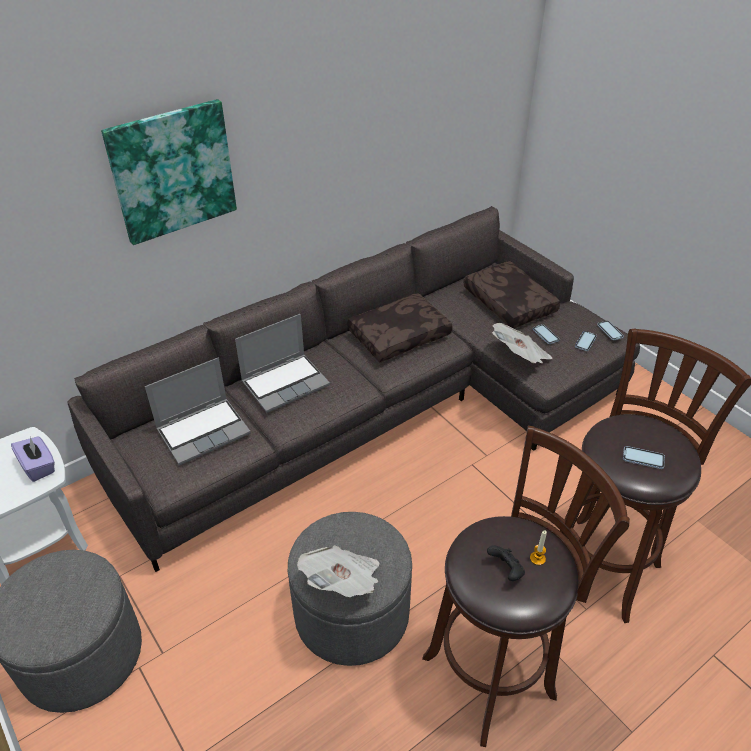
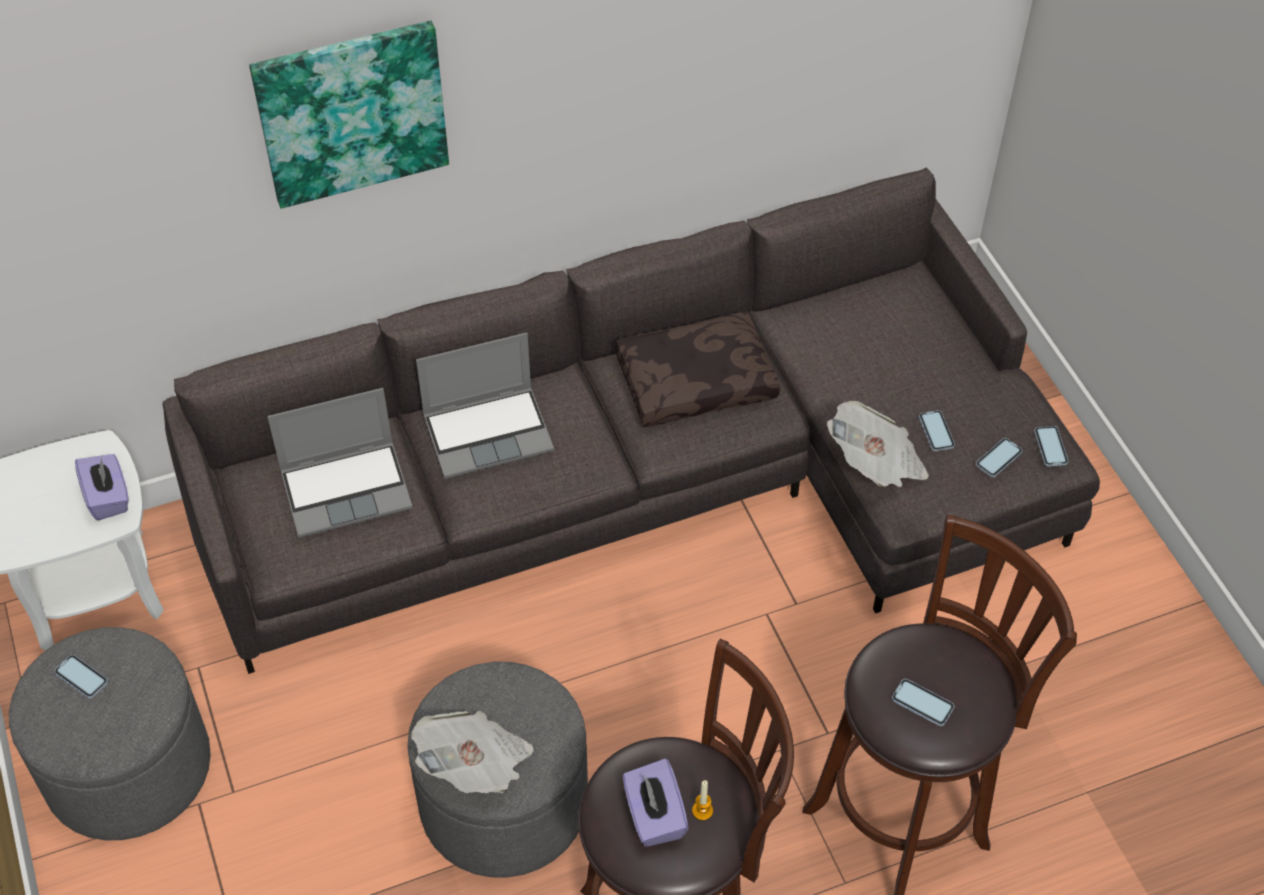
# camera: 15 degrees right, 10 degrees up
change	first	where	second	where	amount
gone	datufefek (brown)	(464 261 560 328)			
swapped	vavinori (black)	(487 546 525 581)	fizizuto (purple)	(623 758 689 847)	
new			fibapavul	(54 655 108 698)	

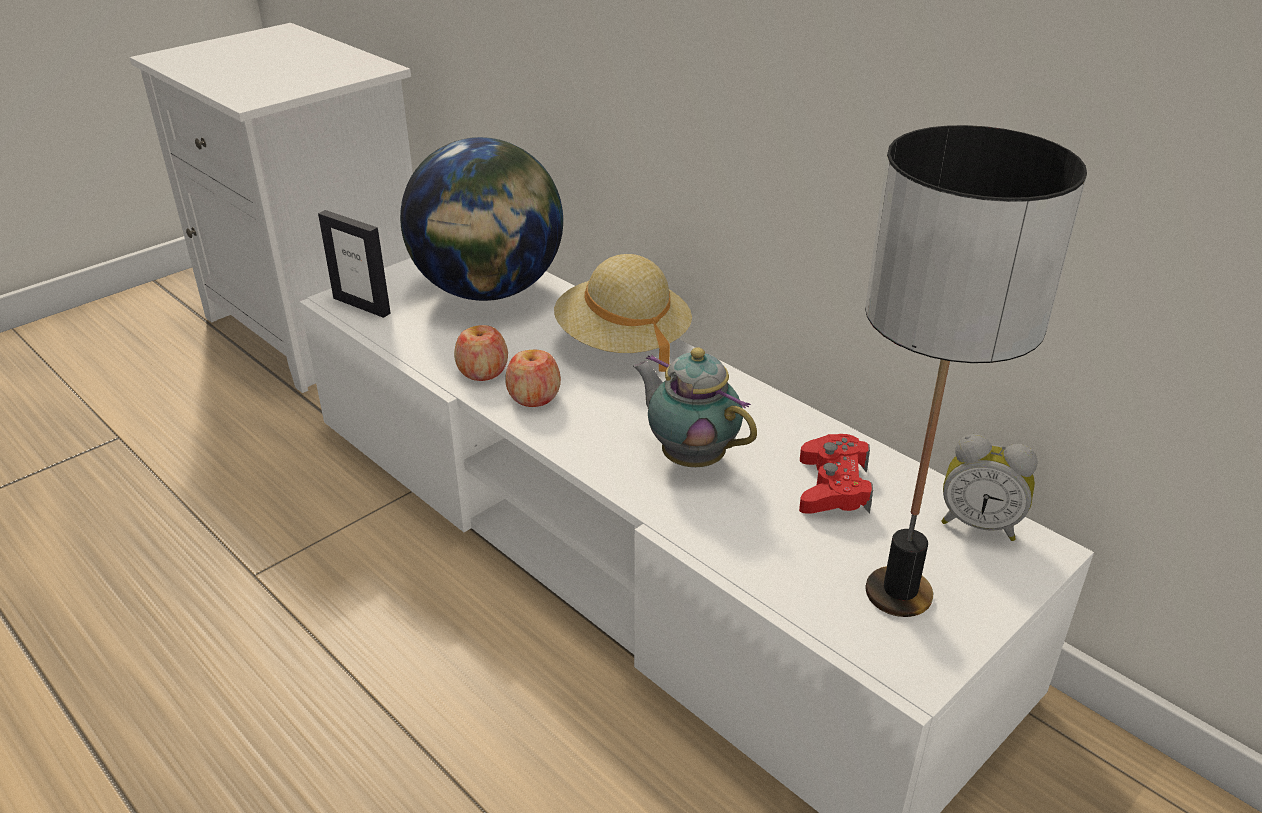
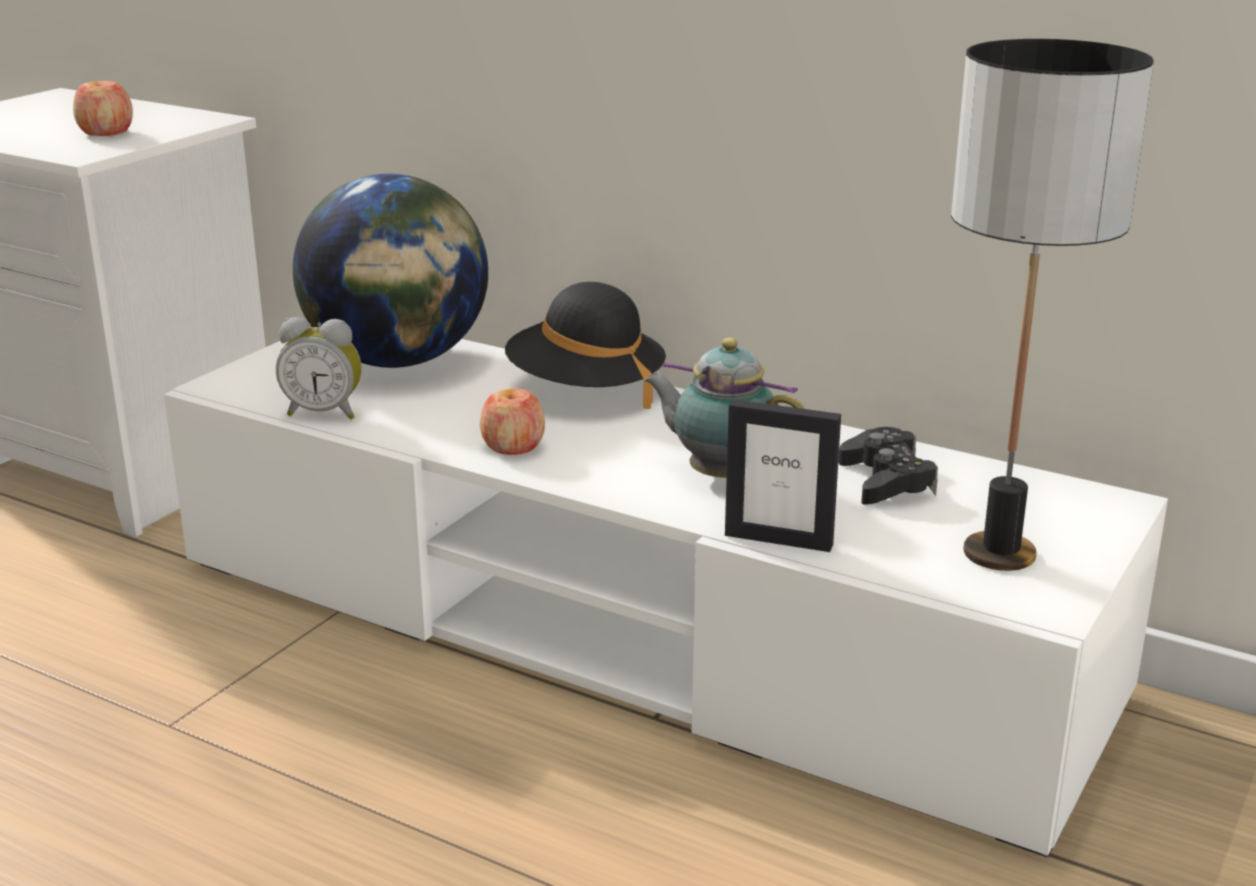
# camera: 15 degrees left, 10 degrees down
change	first	where	second	where	amount
shifted	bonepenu	(318 210 391 318)		(725 399 841 552)	
repainted	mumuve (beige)	(554 254 692 372)	mumuve (black)	(505 282 666 409)	
shifted	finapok	(454 325 508 381)		(73 81 133 136)	
repainted	vavinori (red)	(799 434 873 514)	vavinori (black)	(838 427 938 505)	
shifted	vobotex	(941 434 1038 541)		(276 317 362 419)	

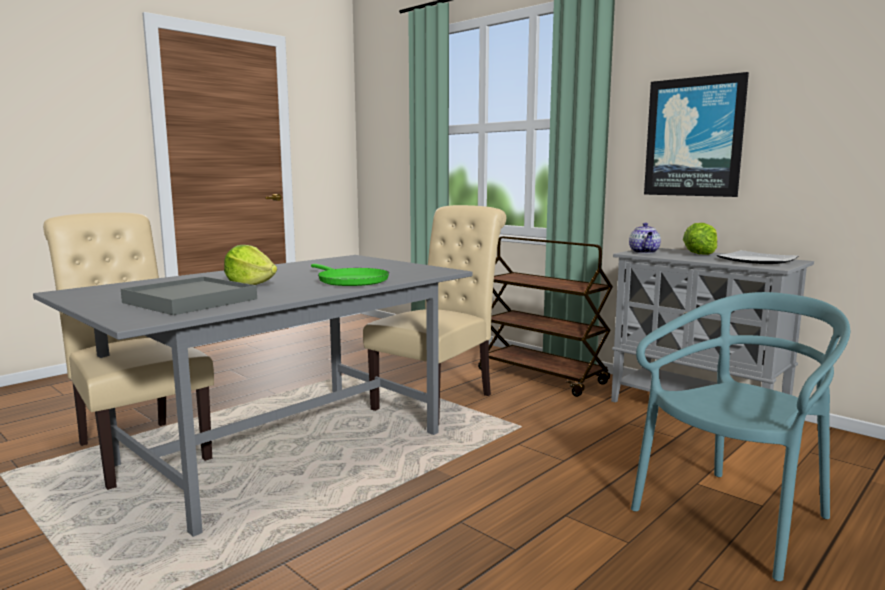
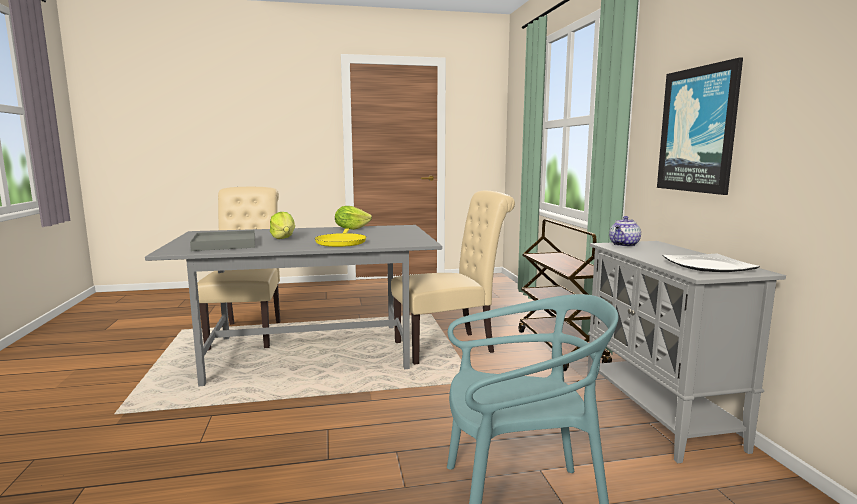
# camera: 35 degrees right, 0 degrees up
change	first	where	second	where	amount
shifted	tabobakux	(683 223 717 255)		(335 206 372 230)	
repainted	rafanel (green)	(311 264 389 286)	rafanel (yellow)	(315 228 366 247)	

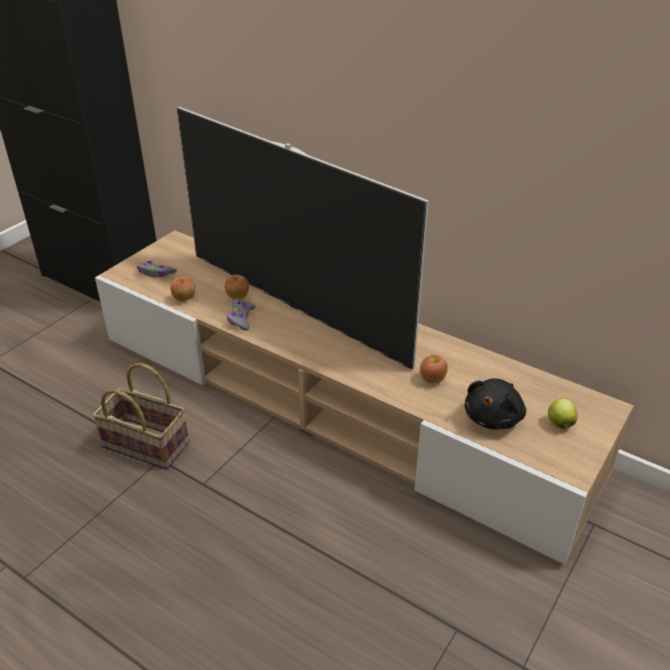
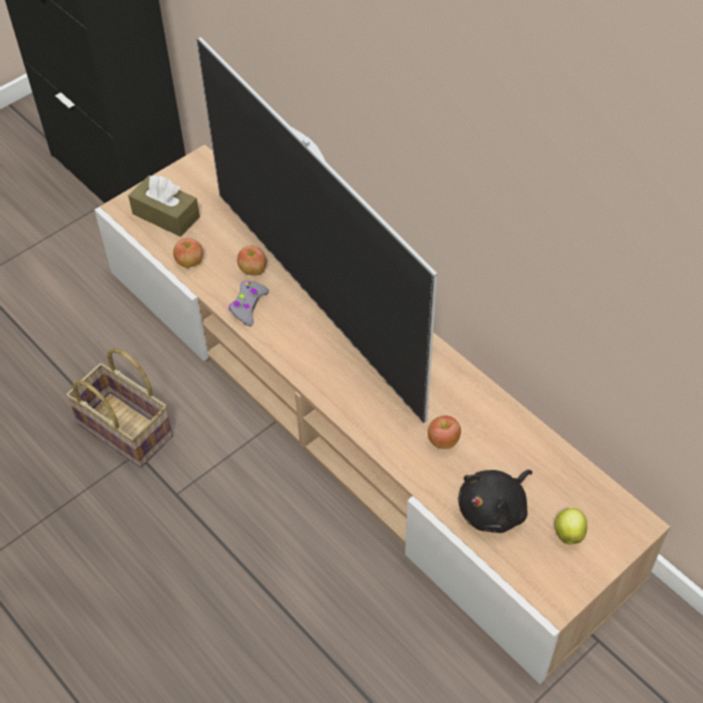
# camera: 15 degrees right, 15 degrees up
change	first	where	second	where	amount
swapped	vavinori (grey)	(137 261 177 278)	fizizuto (brown)	(128 175 200 237)	

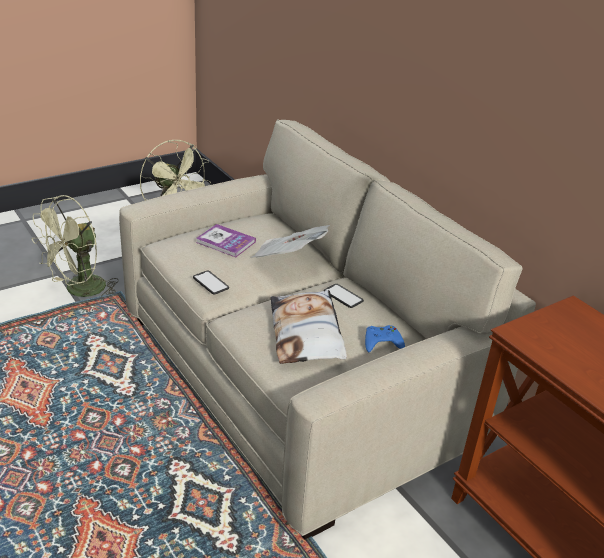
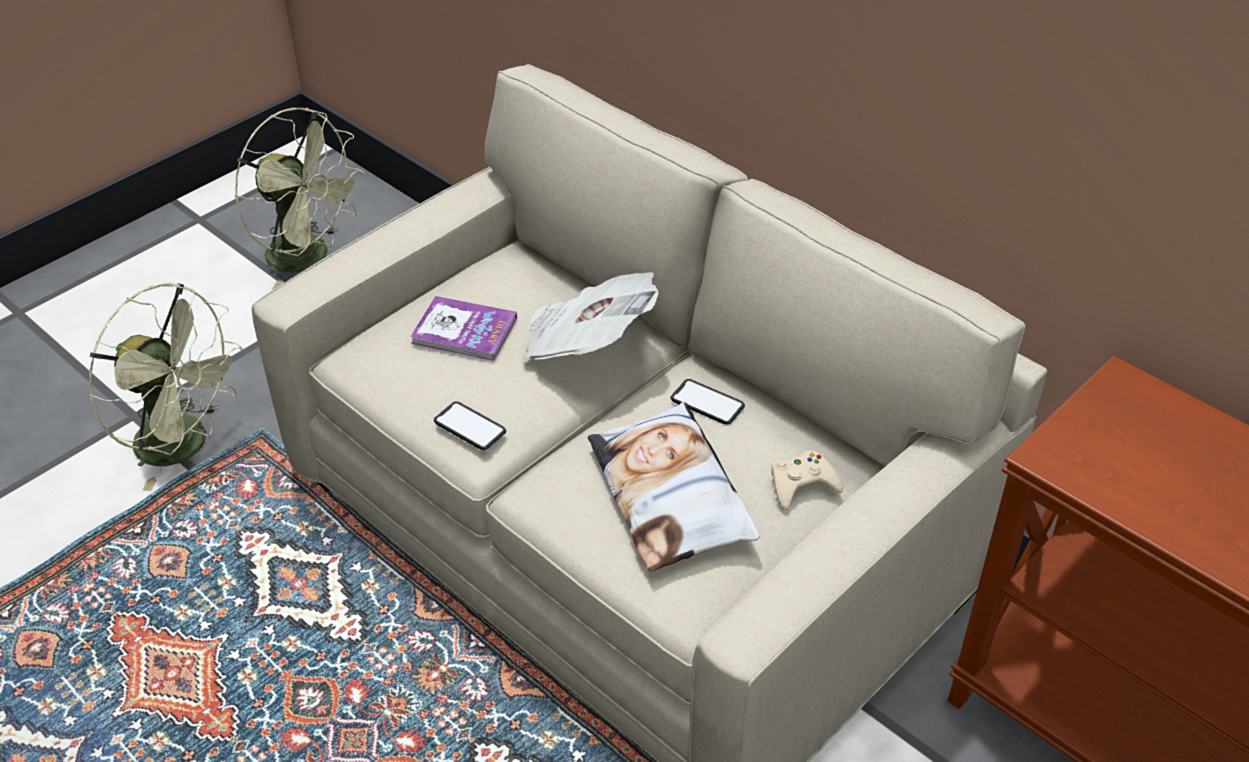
# camera: 10 degrees left, 10 degrees up
change	first	where	second	where	amount
rotated	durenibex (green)	(32 195 118 302)		(89 283 244 491)	90 degrees counterclockwise
repainted	vavinori (blue)	(365 325 405 353)	vavinori (beige)	(771 451 843 510)	

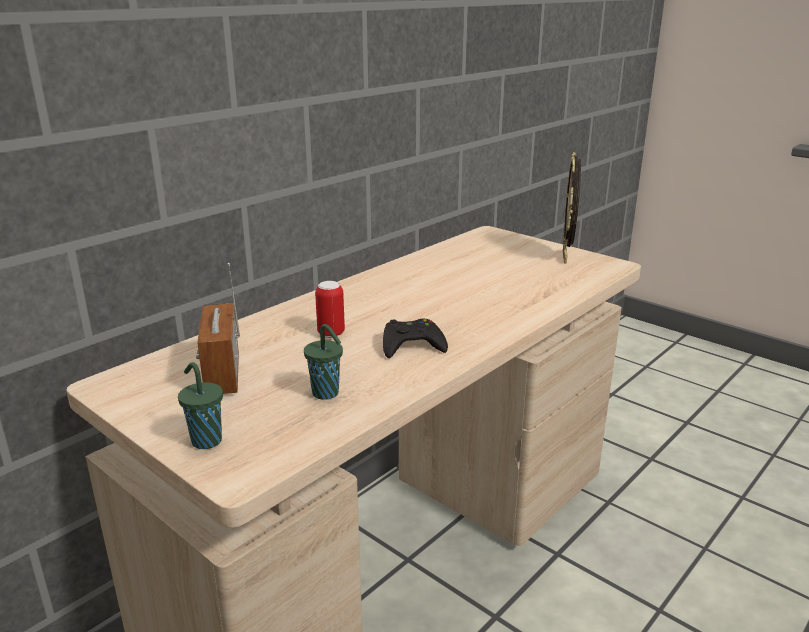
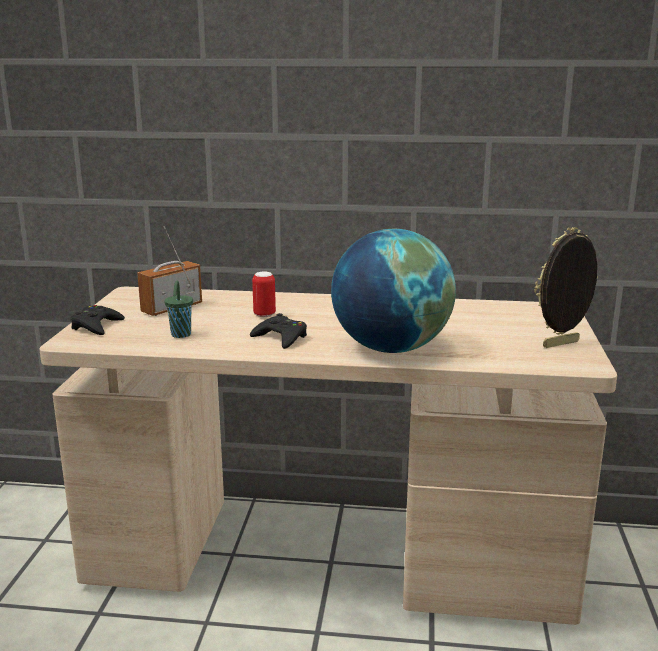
# camera: 55 degrees right, 5 degrees down
change	first	where	second	where	amount
swapped	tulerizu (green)	(178 362 223 449)	vavinori (black)	(70 305 125 335)	
new			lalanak	(331 229 456 353)	

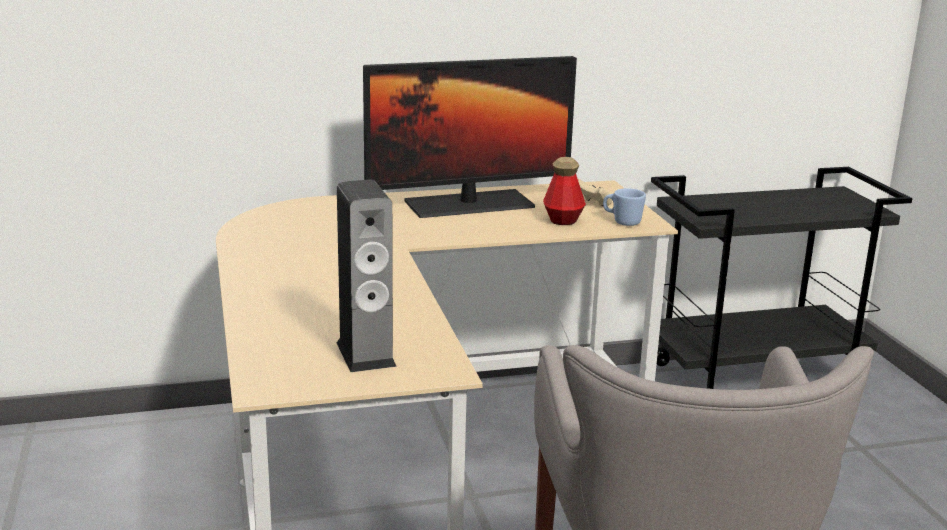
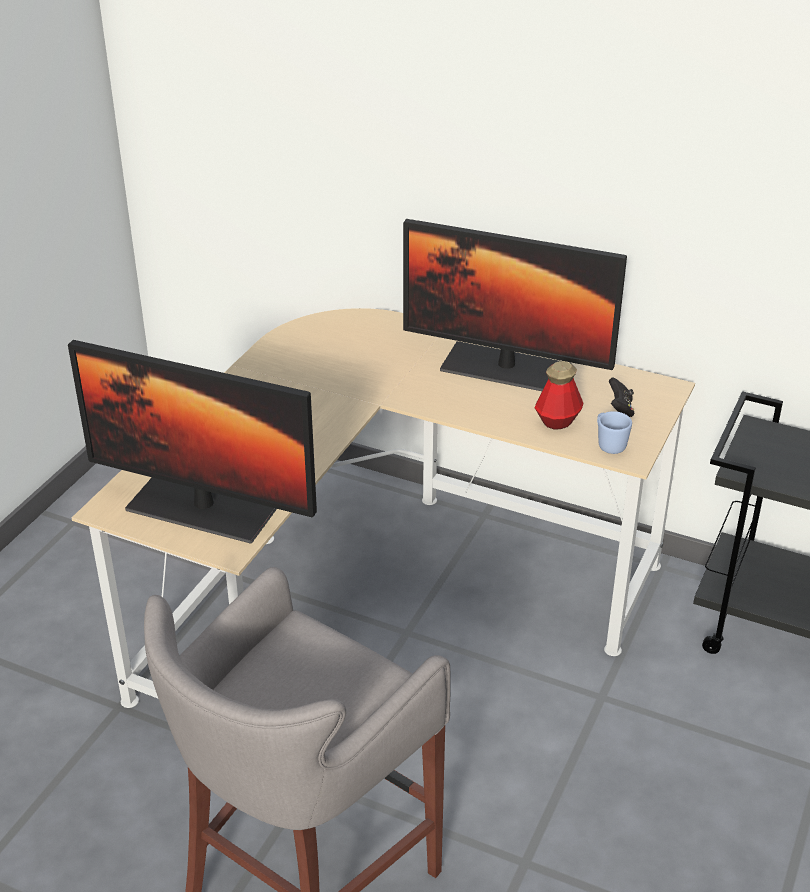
# camera: 40 degrees right, 15 degrees up
change	first	where	second	where	amount
repainted	vavinori (beige)	(577 178 612 207)	vavinori (black)	(609 377 634 417)	
swapped	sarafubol	(337 180 397 372)	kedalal	(68 340 317 544)	

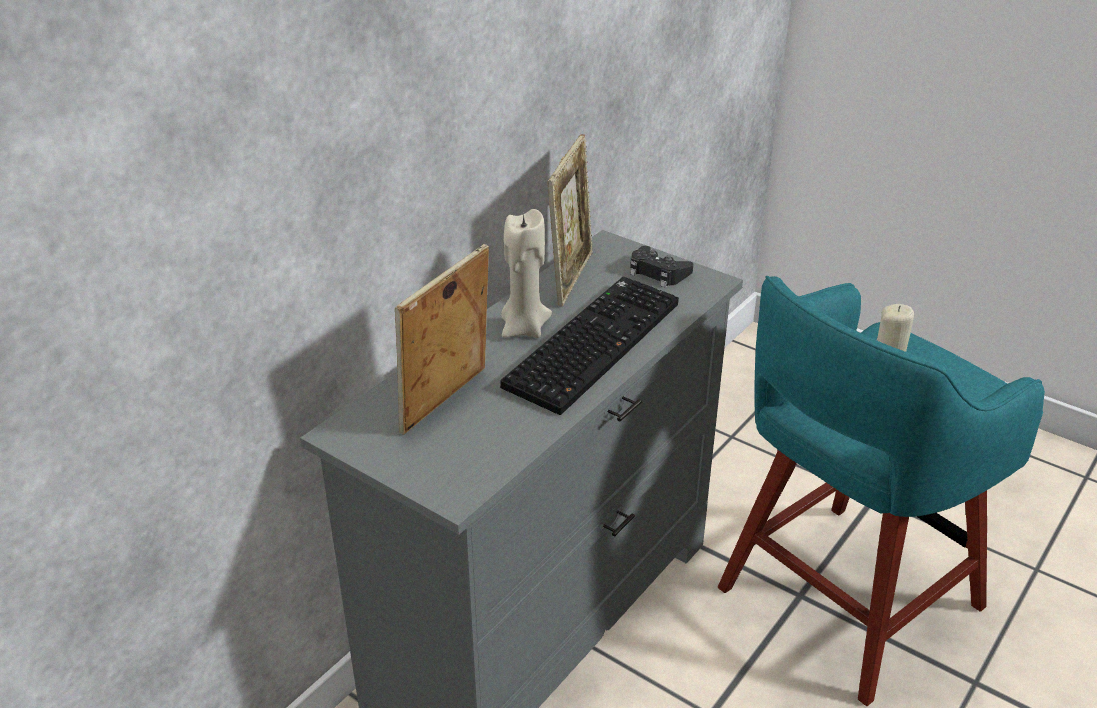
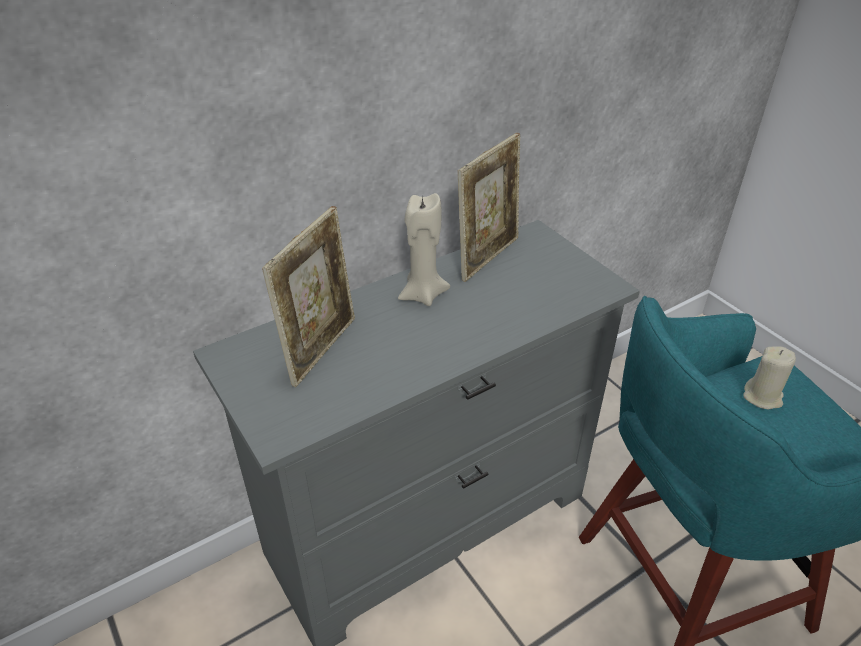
# camera: 20 degrees right, 5 degrees up
change	first	where	second	where	amount
rotated	bonepenu	(395 244 489 435)		(262 206 355 387)	150 degrees clockwise
gone	vavinori (black)	(630 246 693 287)			
gone	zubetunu	(500 277 679 415)			

